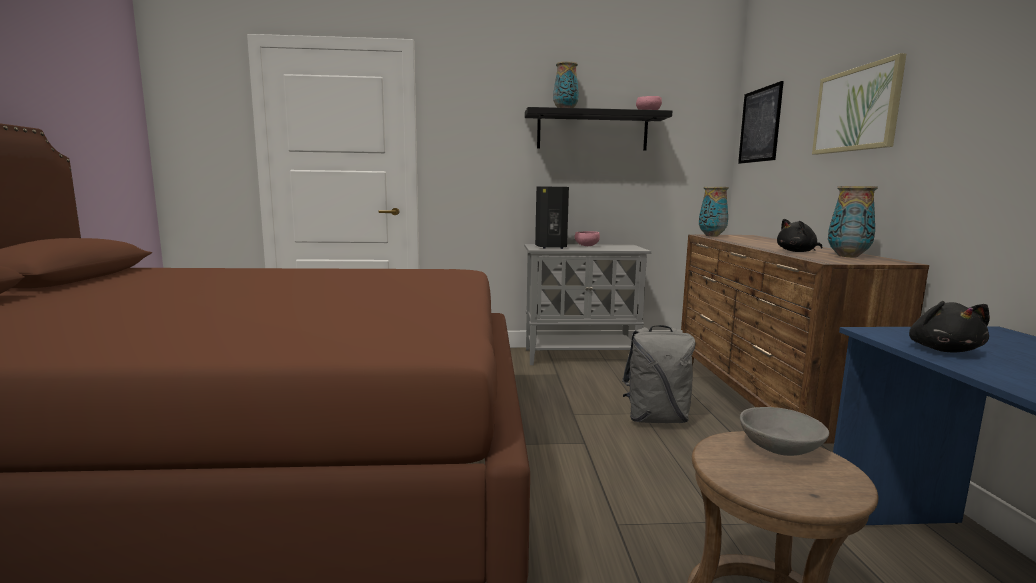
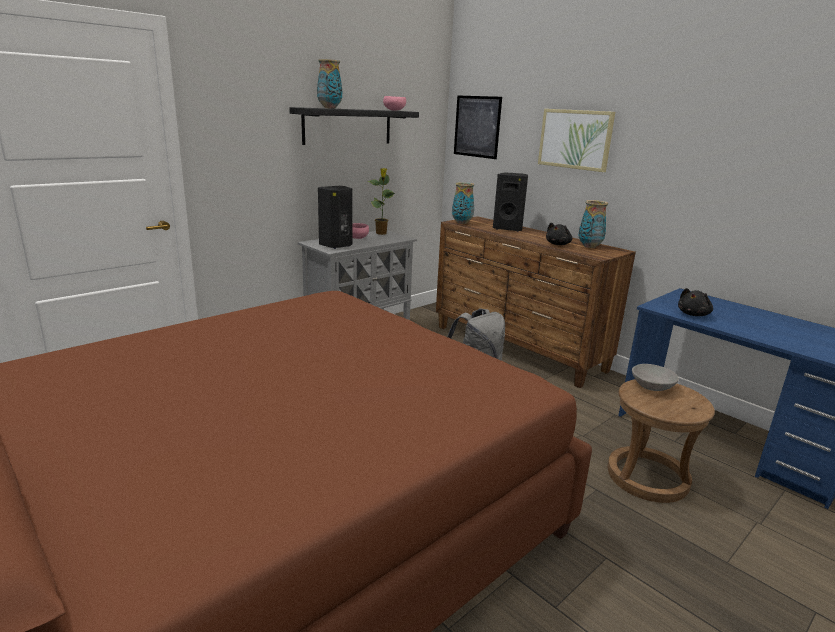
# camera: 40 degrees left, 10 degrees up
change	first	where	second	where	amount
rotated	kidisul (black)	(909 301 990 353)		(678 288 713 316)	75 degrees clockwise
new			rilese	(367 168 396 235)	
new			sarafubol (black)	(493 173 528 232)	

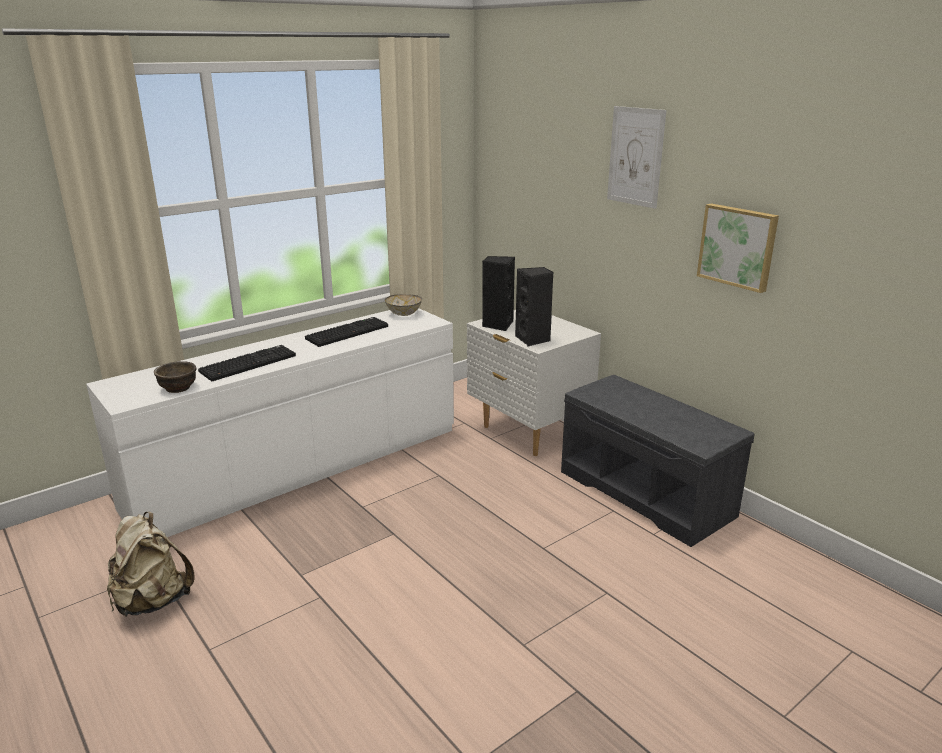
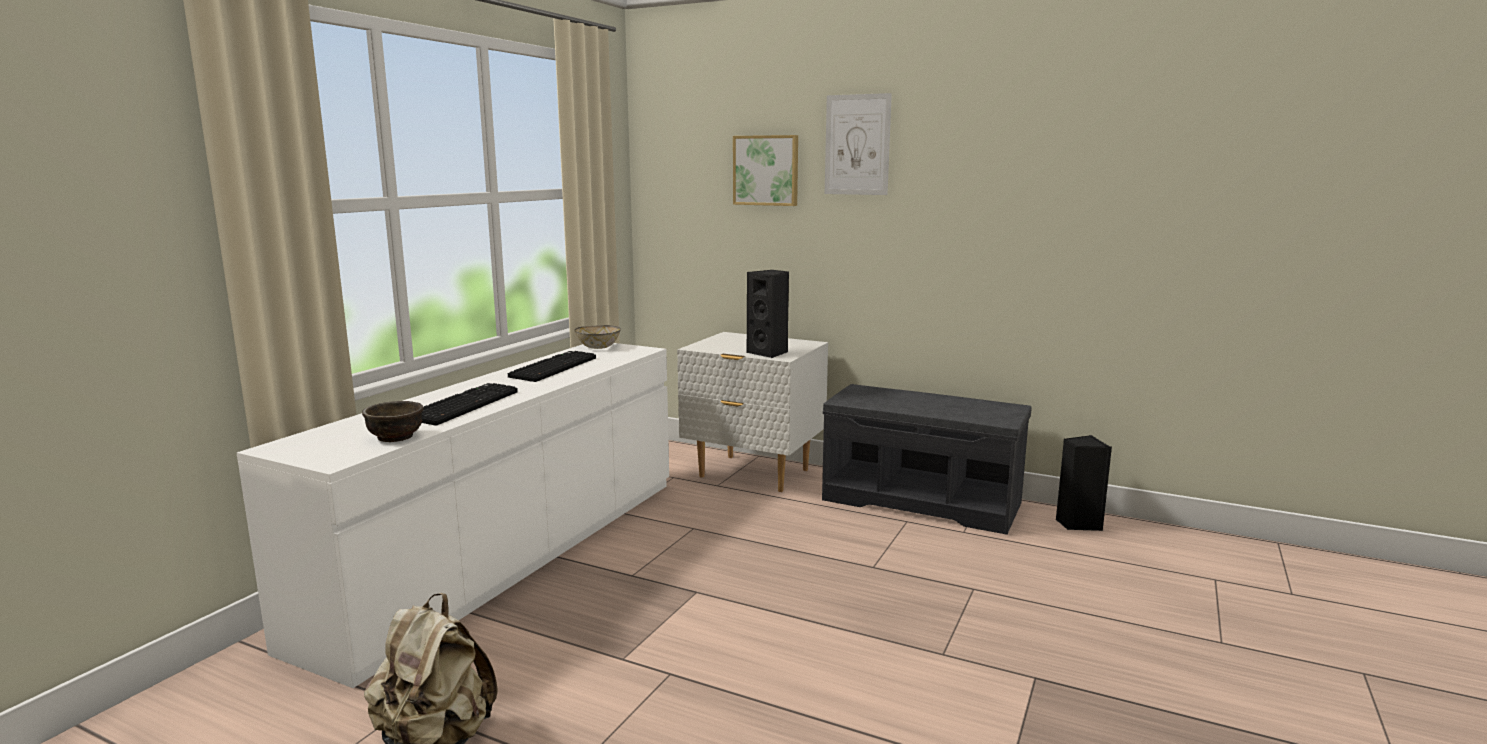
# camera: 25 degrees left, 10 degrees down
change	first	where	second	where	amount
shifted	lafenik	(697 203 779 293)		(733 135 798 206)	
shifted	sarafubol (black)	(482 256 515 331)		(1056 435 1112 531)	

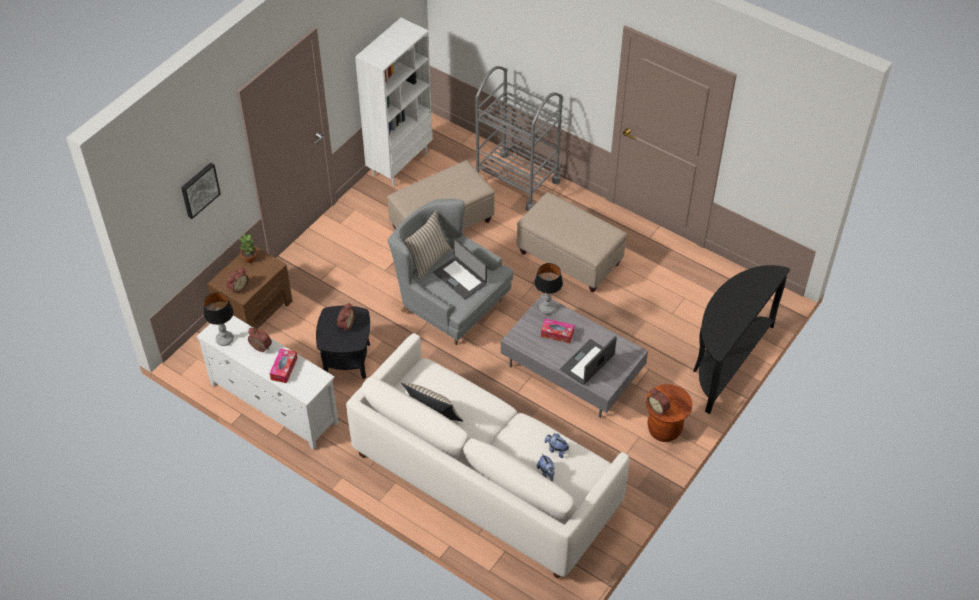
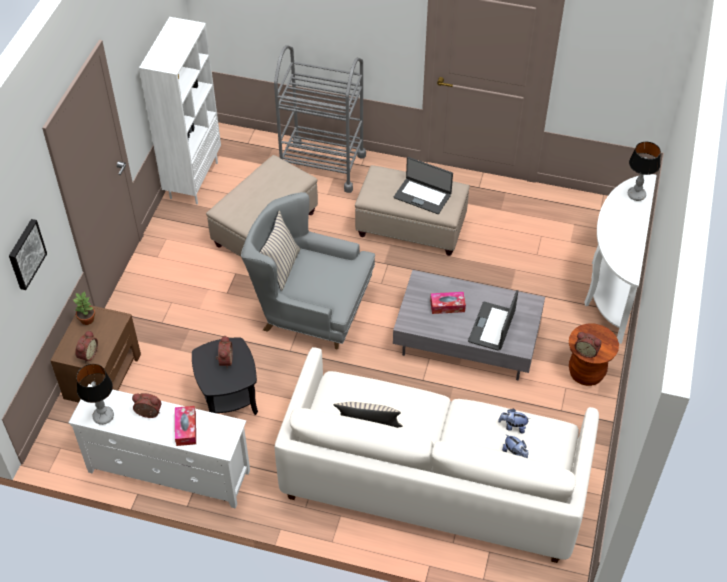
# camera: 20 degrees left, 0 degrees up
change	first	where	second	where	amount
shifted	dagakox	(433 238 487 299)		(394 157 453 214)	
shifted	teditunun	(535 263 563 315)		(628 142 661 201)	
repainted	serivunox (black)	(693 265 790 414)	serivunox (white)	(585 174 656 344)	

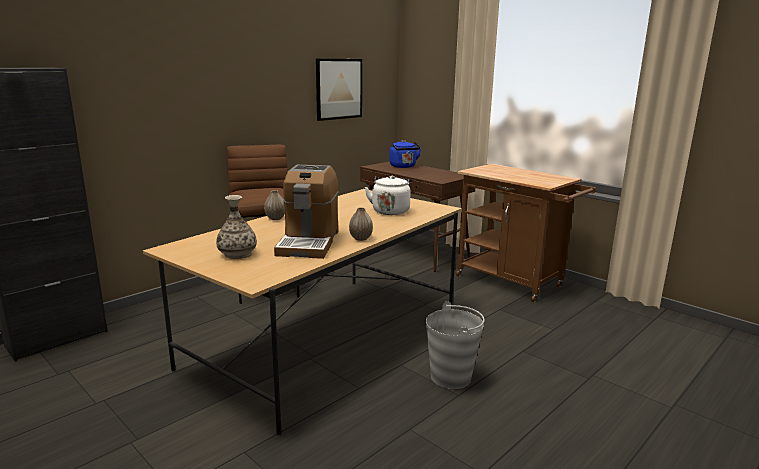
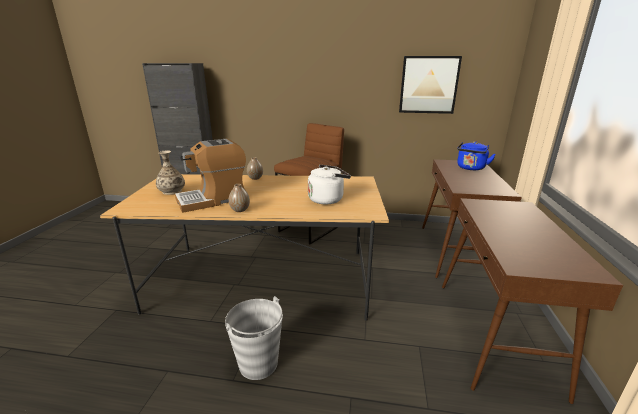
# camera: 55 degrees right, 5 degrees up
change	first	where	second	where	amount
swapped	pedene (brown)	(456 164 596 302)	serivunox (brown)	(442 198 623 404)	

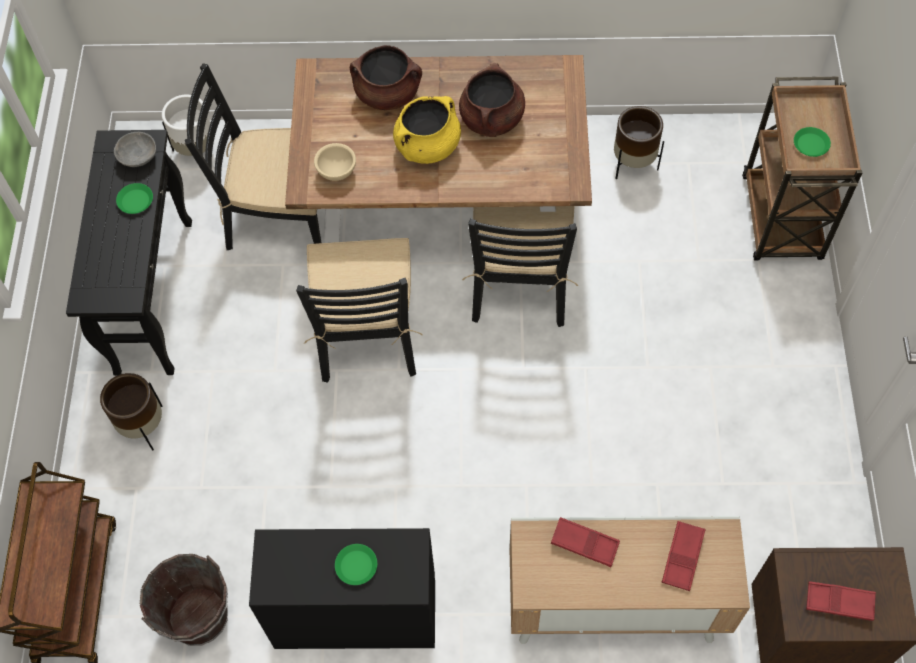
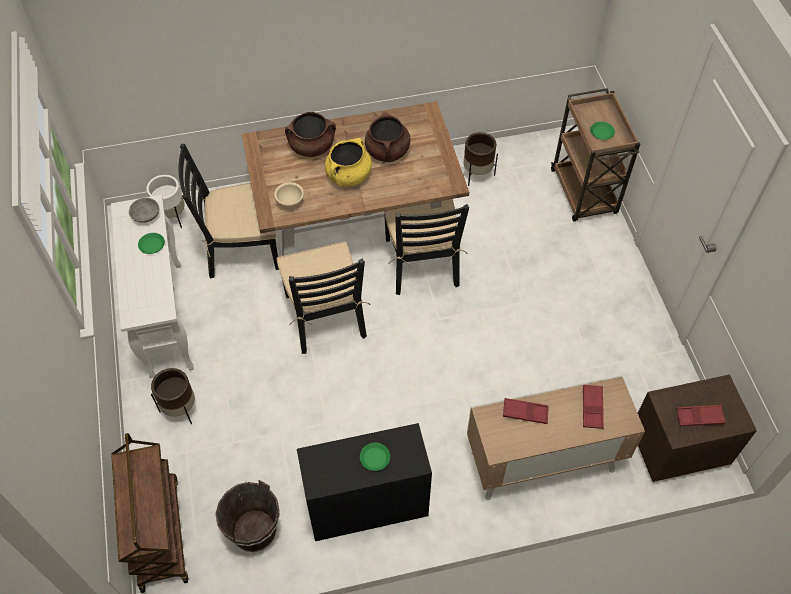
# camera: 15 degrees left, 5 degrees down
change	first	where	second	where	amount
repainted	serivunox (black)	(66 130 192 376)	serivunox (white)	(111 195 194 378)	

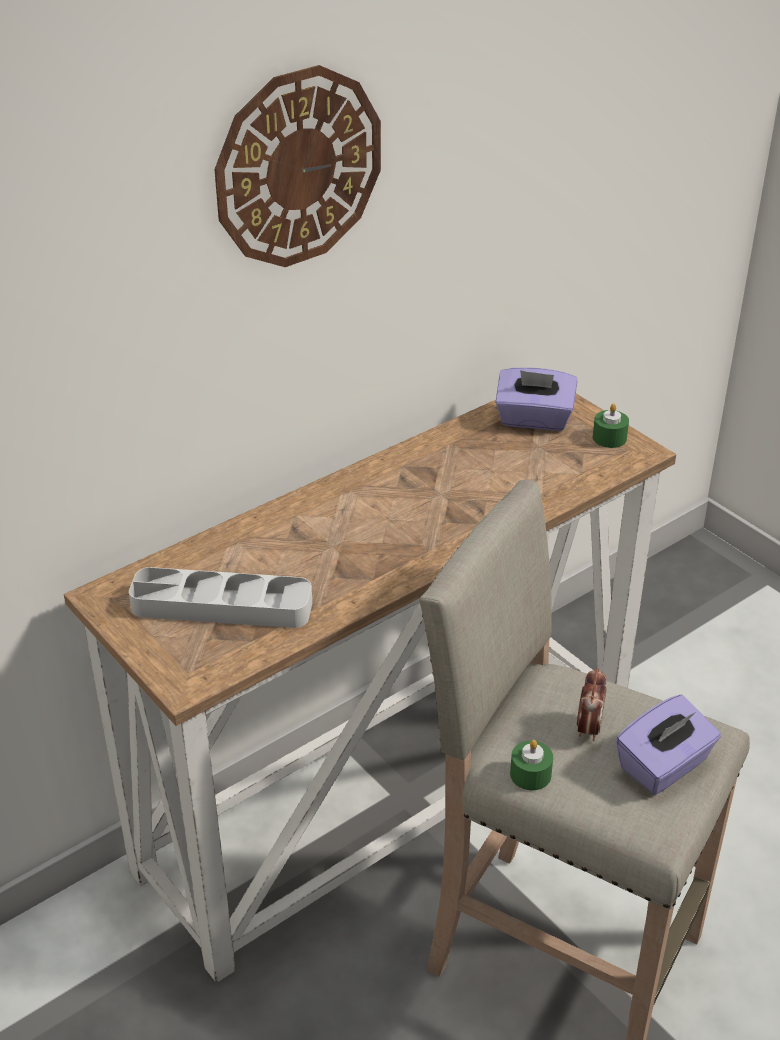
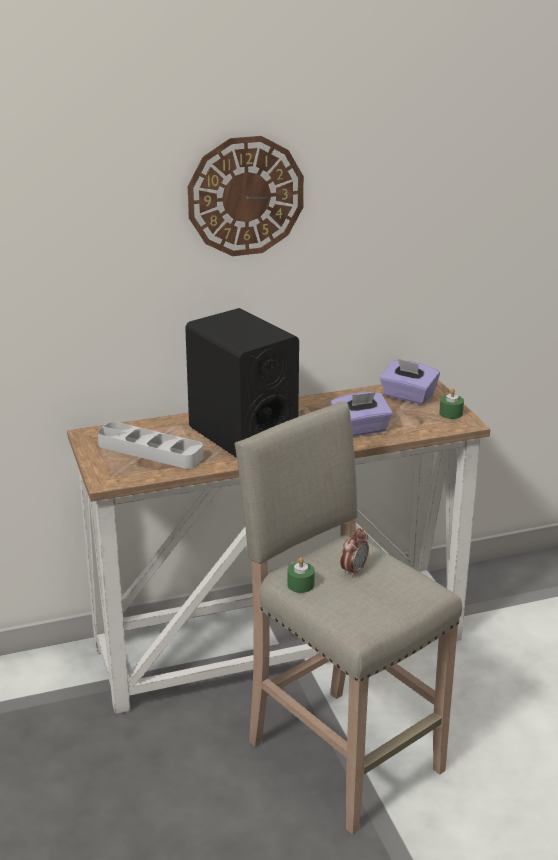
# camera: 20 degrees right, 10 degrees down
change	first	where	second	where	amount
shifted	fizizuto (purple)	(616 695 721 794)		(330 392 393 437)	
new			sarafubol (black)	(185 308 299 458)	

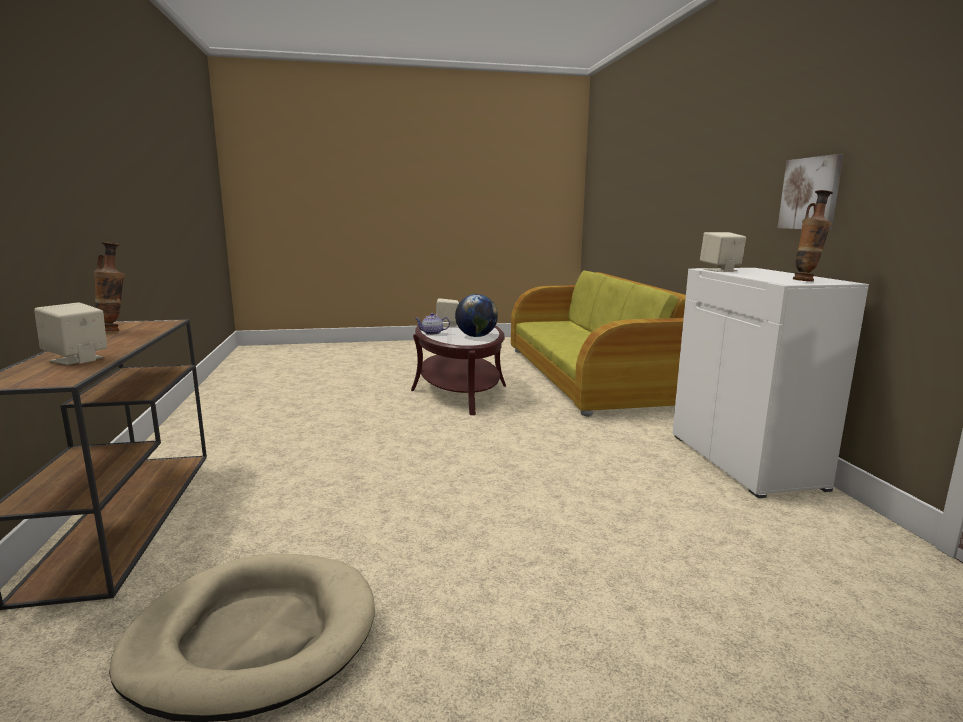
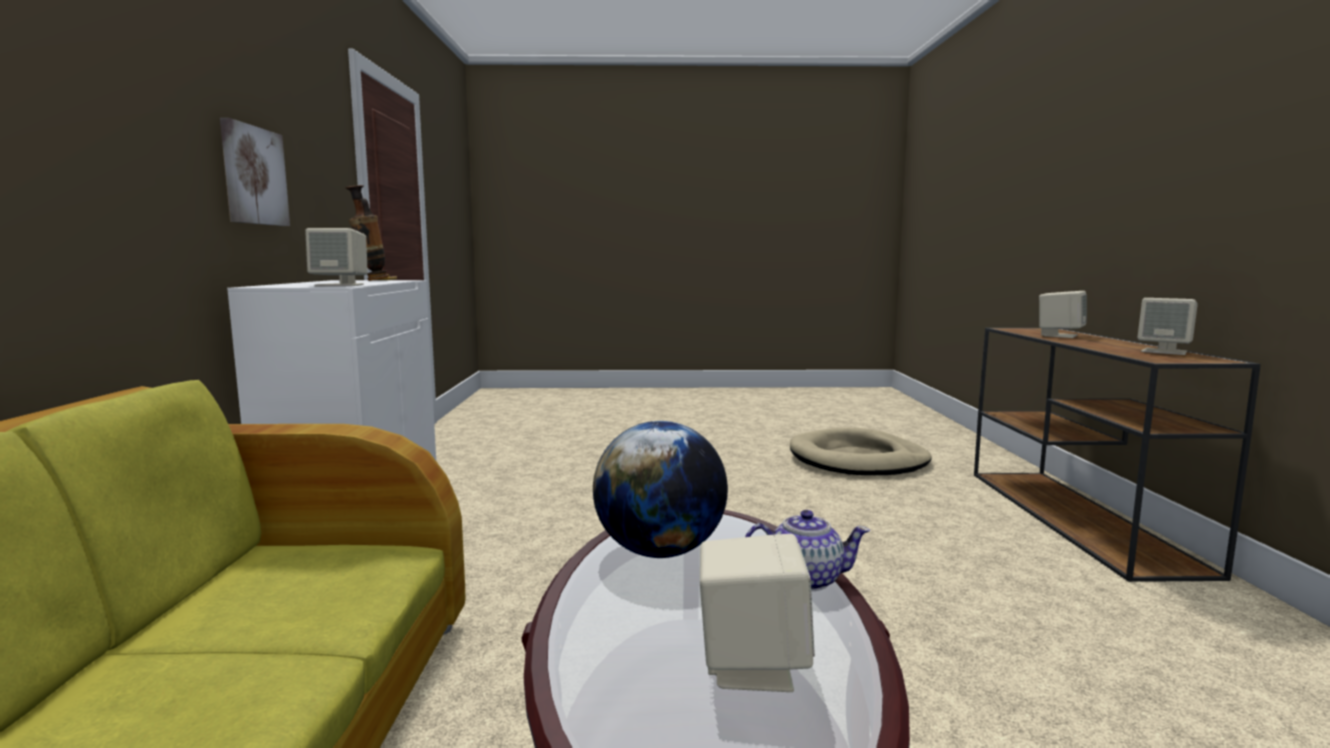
# camera: 170 degrees left, 5 degrees down
change	first	where	second	where	amount
swapped	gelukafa	(94 242 125 331)	sarafubol (beige)	(1137 298 1198 355)	

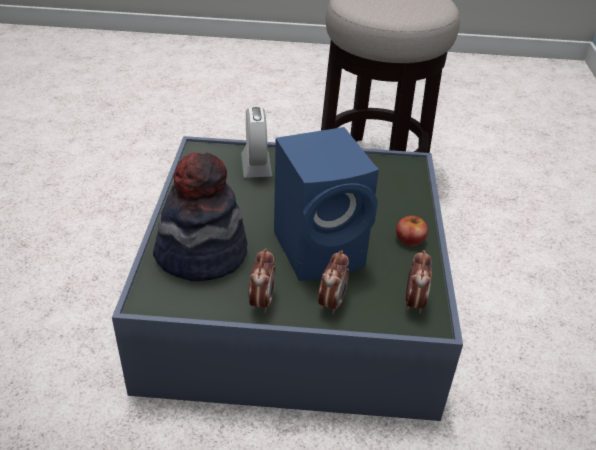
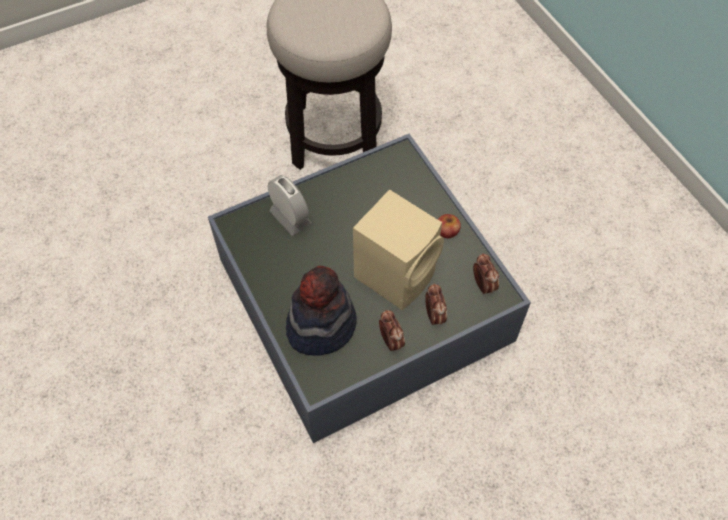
# camera: 30 degrees left, 20 degrees up
change	first	where	second	where	amount
repainted	sarafubol (blue)	(274 127 379 281)	sarafubol (beige)	(353 189 444 310)	

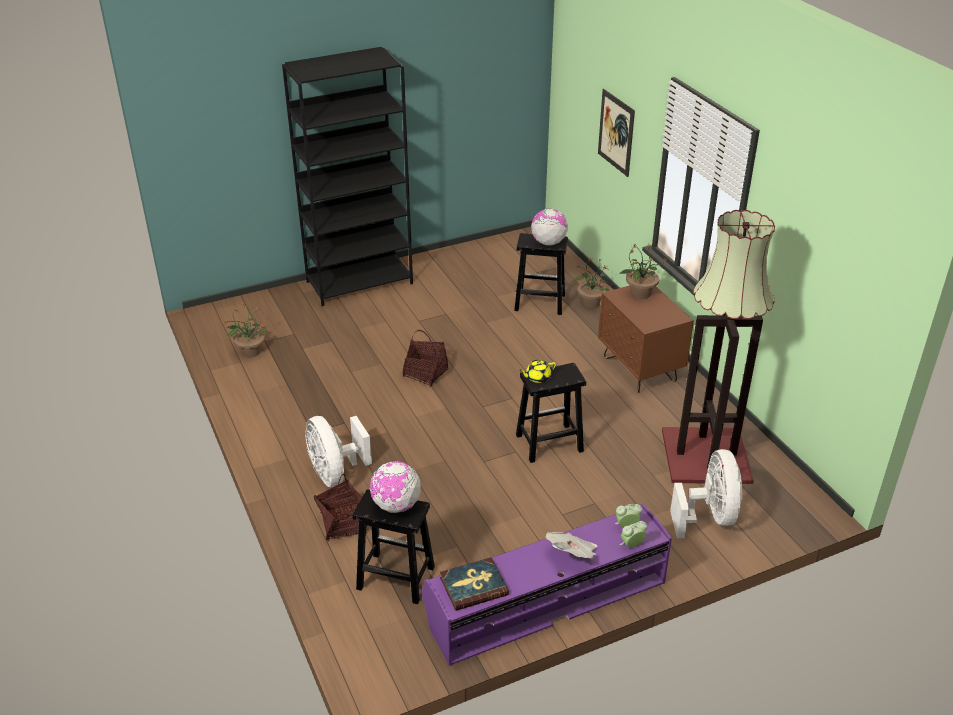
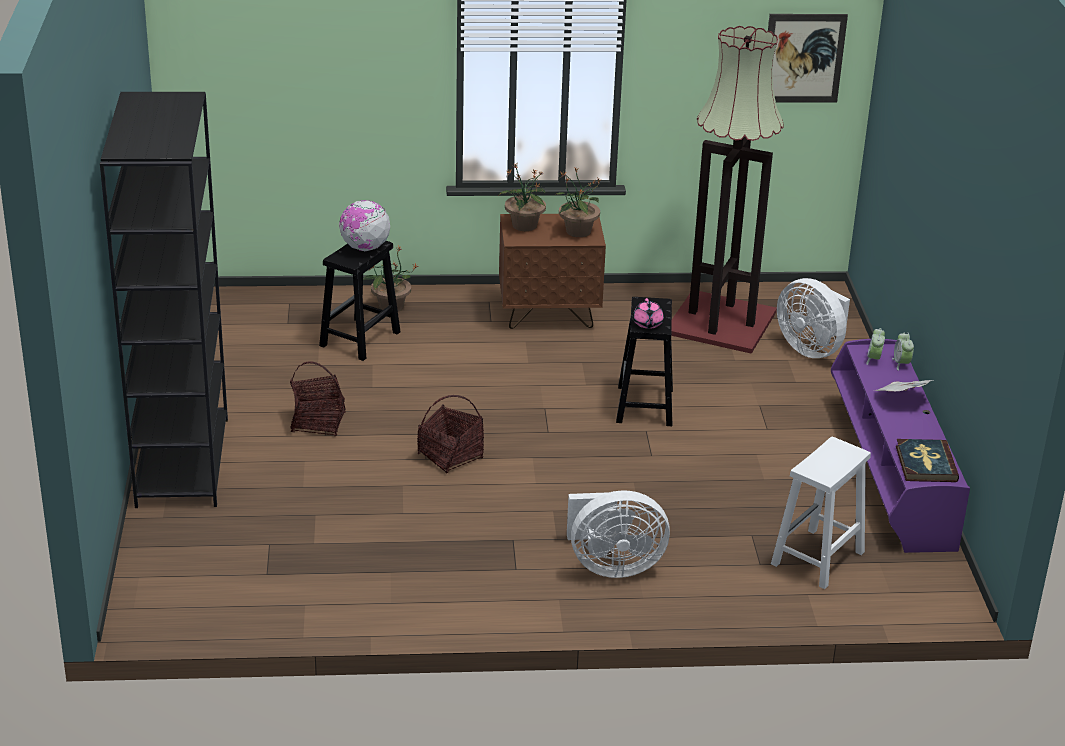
# camera: 70 degrees left, 5 degrees down
change	first	where	second	where	amount
shifted	lafenik	(598 89 635 177)		(768 14 848 103)	
shifted	rilese	(224 305 267 357)		(555 167 602 237)	
repainted	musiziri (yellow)	(519 360 556 383)	musiziri (pink)	(633 298 664 329)	
rotated	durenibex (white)	(670 449 743 538)		(777 278 850 358)	150 degrees counterclockwise
gone	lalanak	(370 461 421 513)			
shifted	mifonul	(314 474 367 541)		(290 361 345 436)	
repainted	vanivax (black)	(353 489 435 604)	vanivax (white)	(771 437 871 589)	

